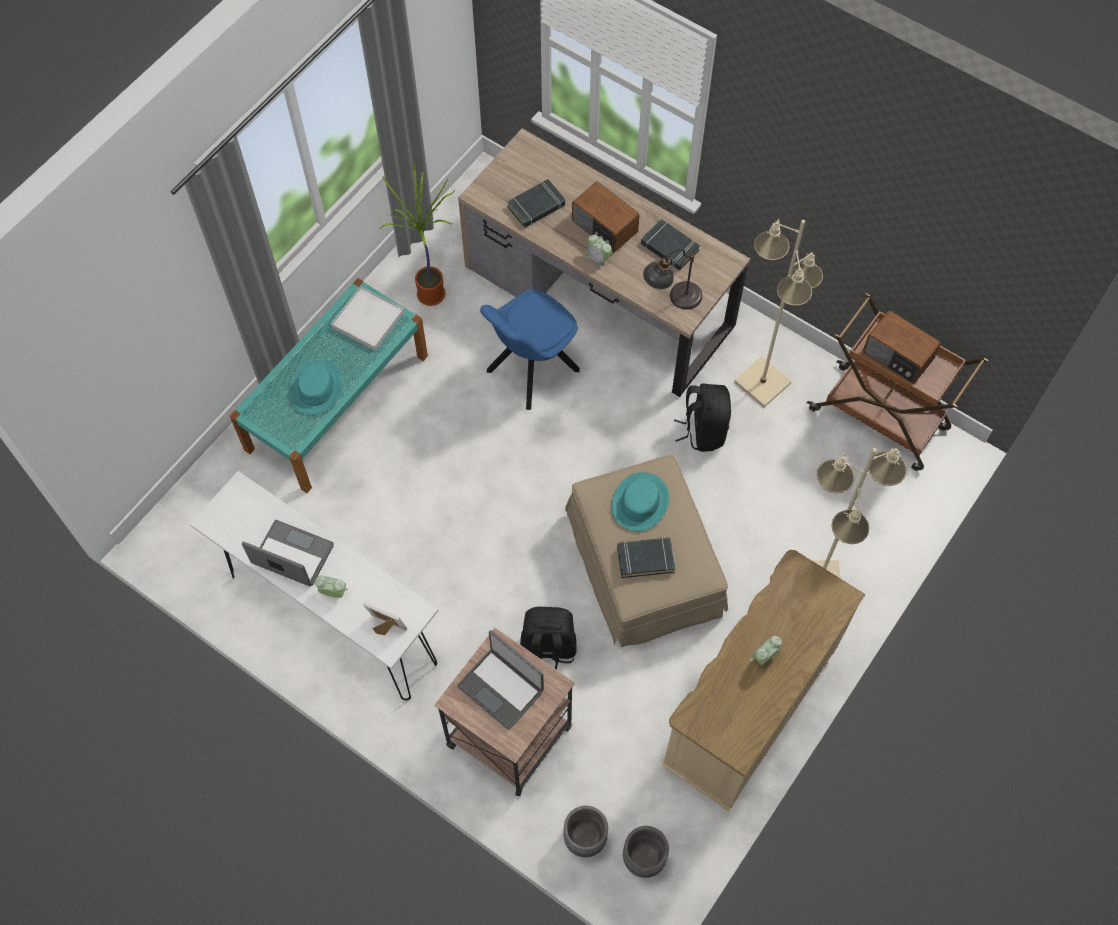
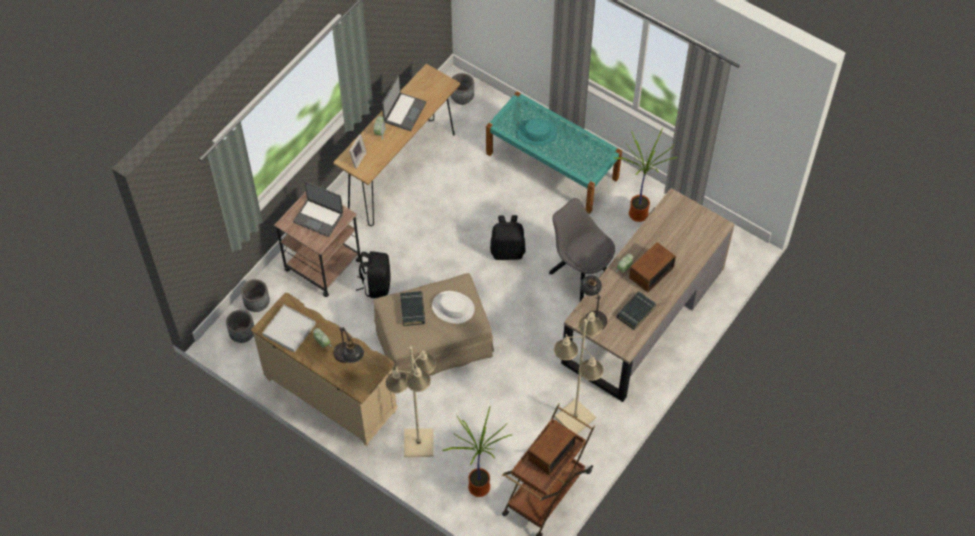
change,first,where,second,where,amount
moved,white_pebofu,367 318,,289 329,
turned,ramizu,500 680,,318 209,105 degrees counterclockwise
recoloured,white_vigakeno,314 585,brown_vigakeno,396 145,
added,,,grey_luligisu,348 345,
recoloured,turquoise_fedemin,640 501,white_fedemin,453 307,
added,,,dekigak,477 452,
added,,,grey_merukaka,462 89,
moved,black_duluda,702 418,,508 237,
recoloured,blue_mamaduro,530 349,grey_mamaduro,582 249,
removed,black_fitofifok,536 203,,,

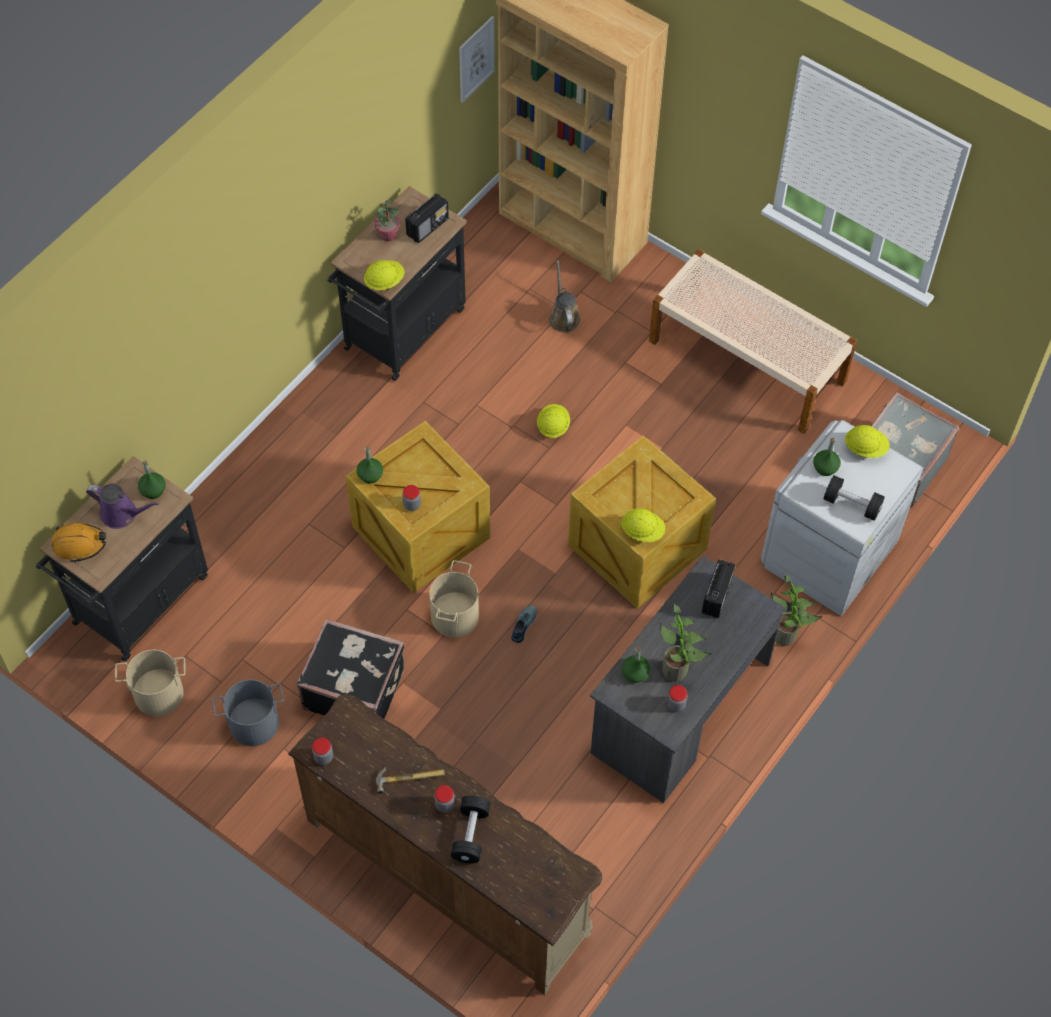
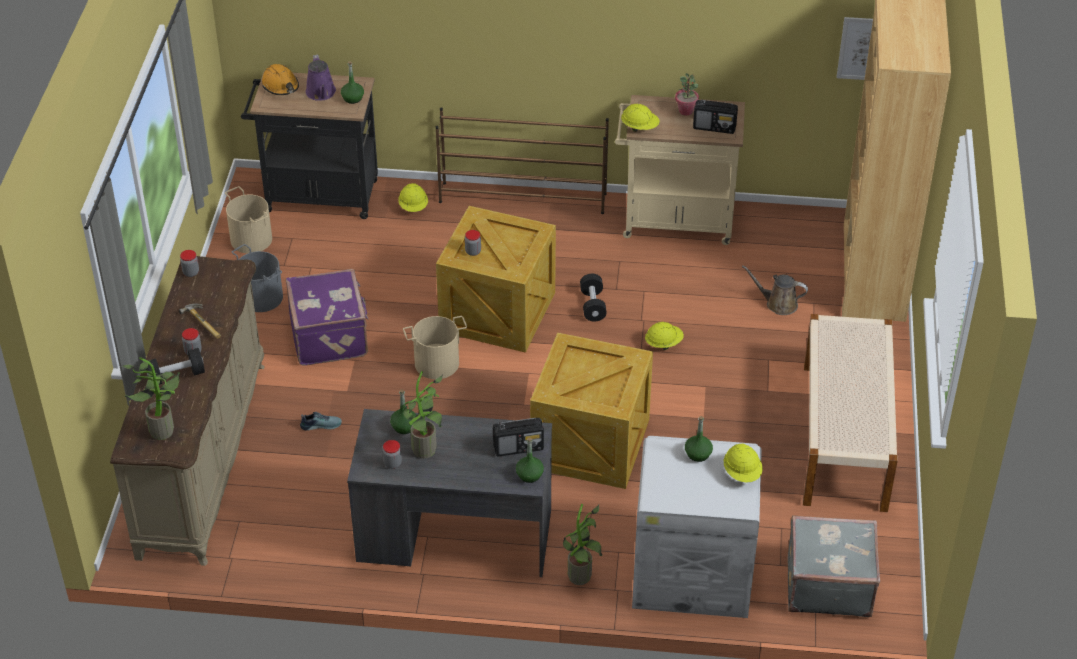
change,first,where,second,where,amount
added,,,dekigak,150 398,
recoloured,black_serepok,351 668,purple_serepok,327 317,
moved,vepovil,524 624,,321 421,
moved,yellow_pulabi,643 525,,413 197,
added,,,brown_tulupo,522 160,
moved,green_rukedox,369 465,,530 460,
moved,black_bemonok,854 498,,593 298,
recoloured,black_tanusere,397 283,beige_tanusere,680 170,
turned,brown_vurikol,564 296,,775 290,120 degrees counterclockwise

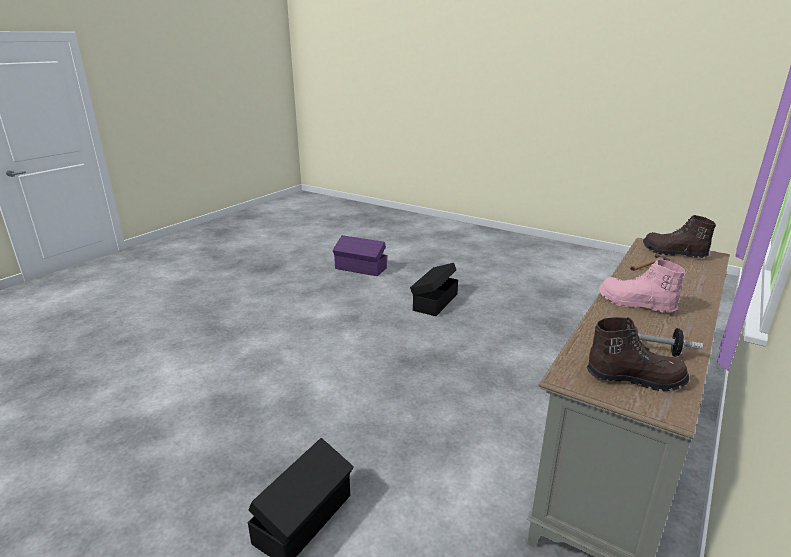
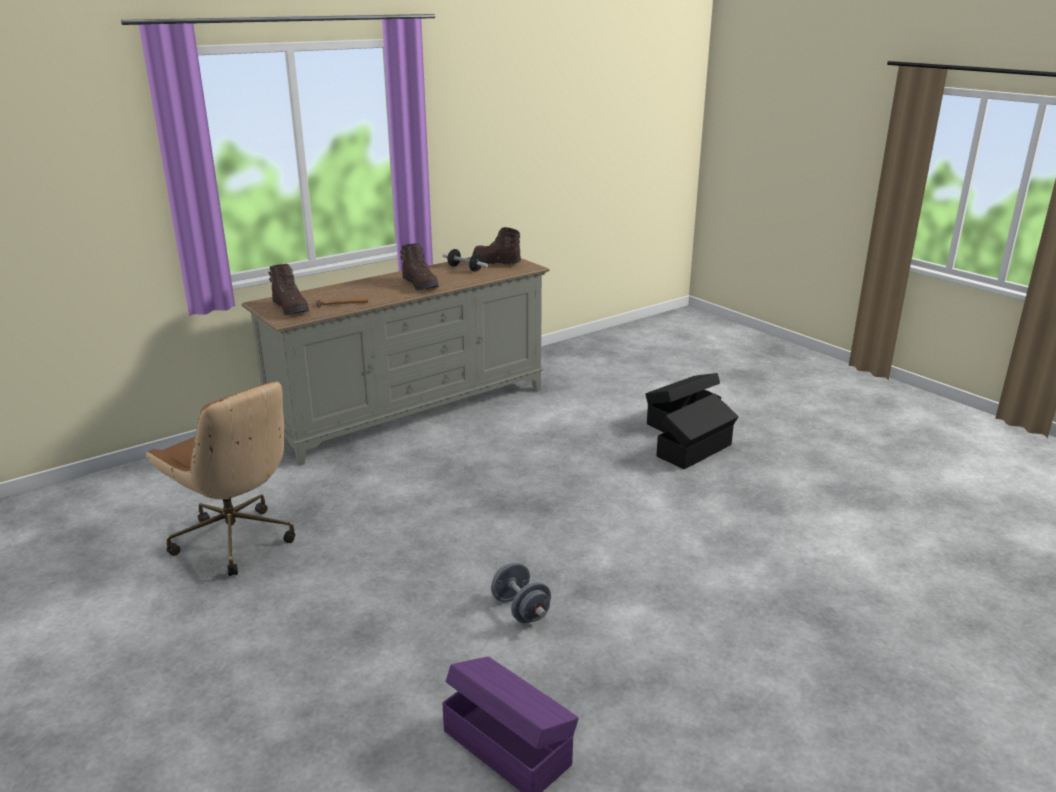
change,first,where,second,where,amount
added,,,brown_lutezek,220 479,
recoloured,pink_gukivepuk,642 285,brown_gukivepuk,419 267,
added,,,grey_bemonok,521 592,
moved,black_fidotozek,434 289,,697 431,

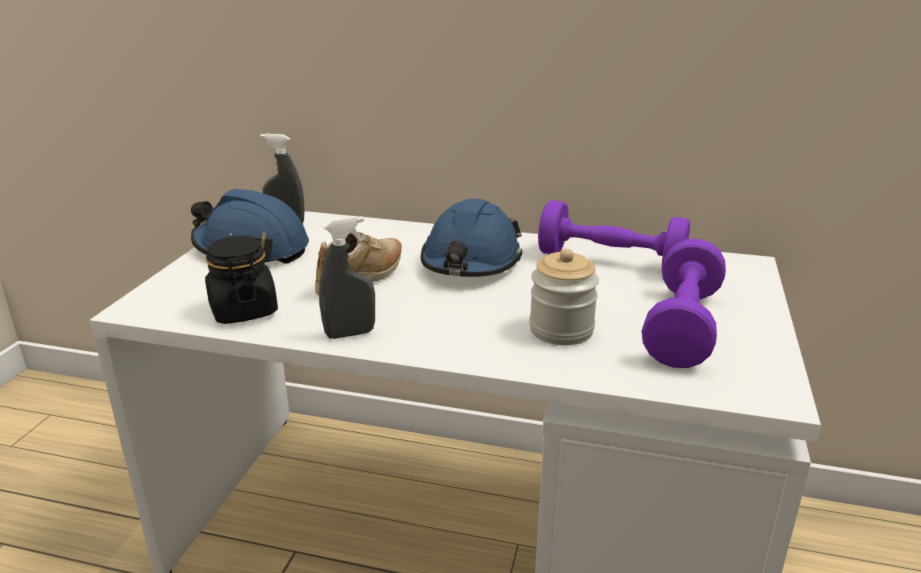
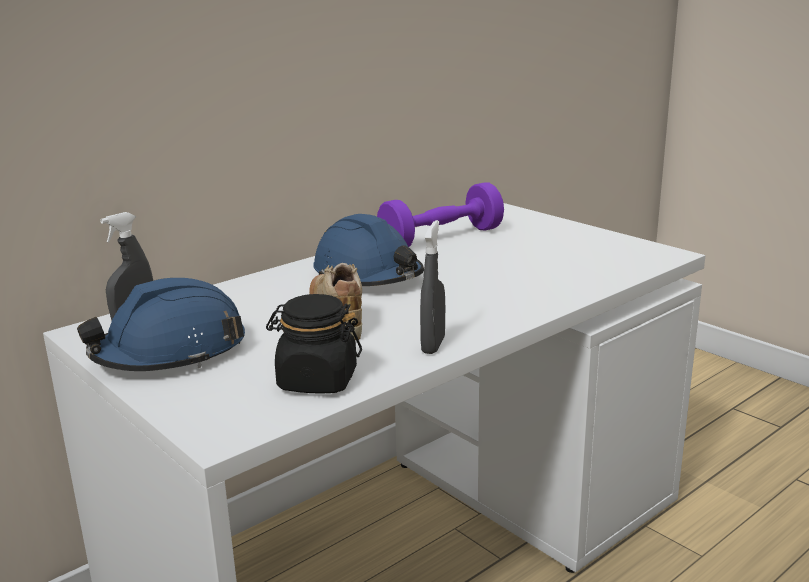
change,first,where,second,where,amount
removed,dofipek,564 297,,,
removed,purple_bemonok,684 303,,,

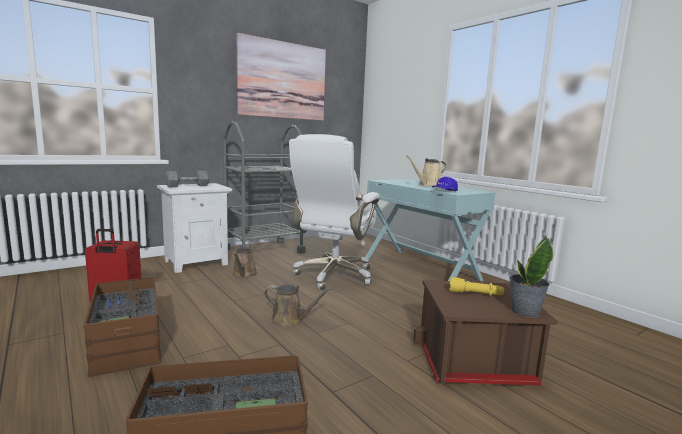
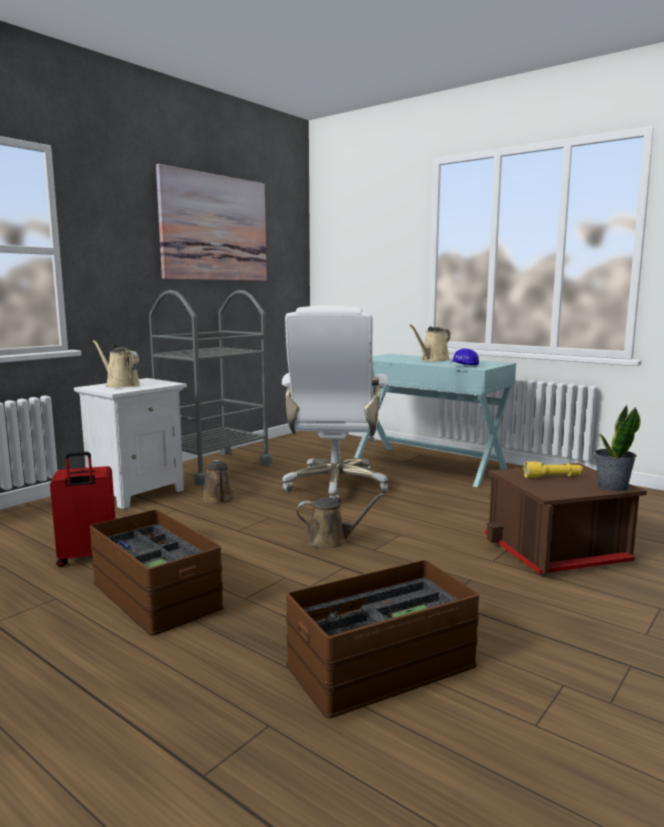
change,first,where,second,where,amount
replaced,grey_bemonok,187 179,beige_vurikol,116 364,

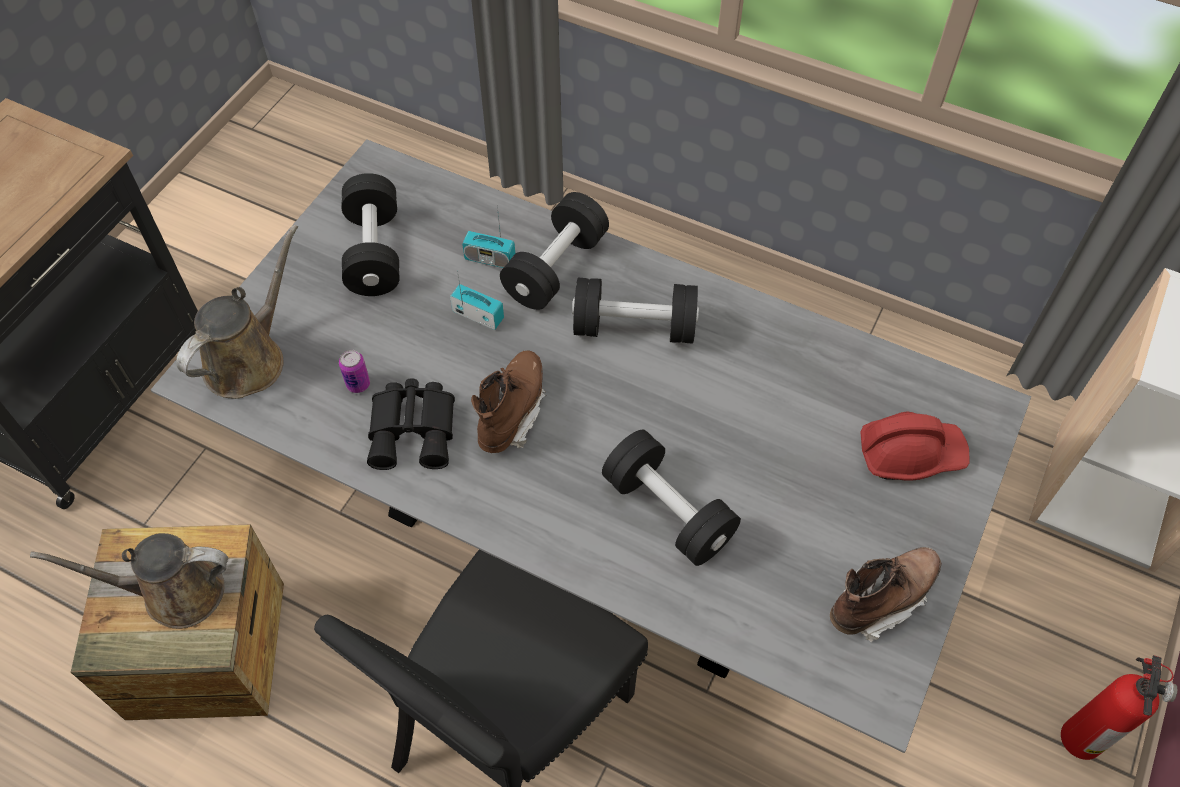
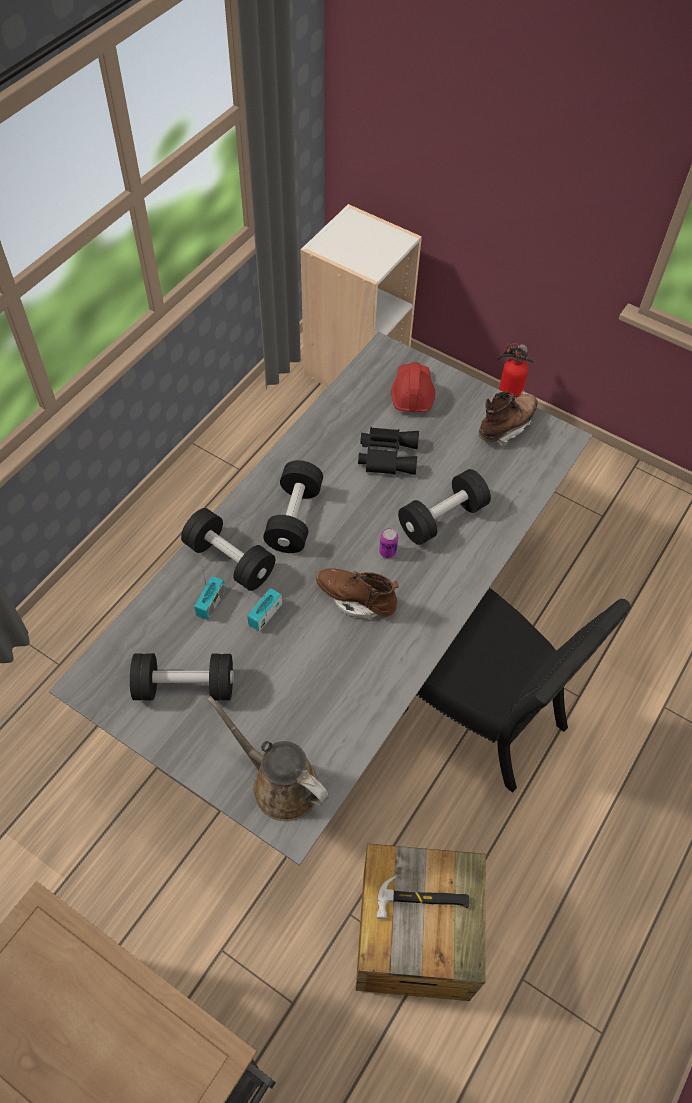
change,first,where,second,where,amount
moved,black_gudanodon,411 424,,388 451,
replaced,brown_vurikol,129 581,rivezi,423 897,
moved,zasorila,354 371,,388 543,
turned,brown_gukivepuk,886 595,,508 419,75 degrees clockwise

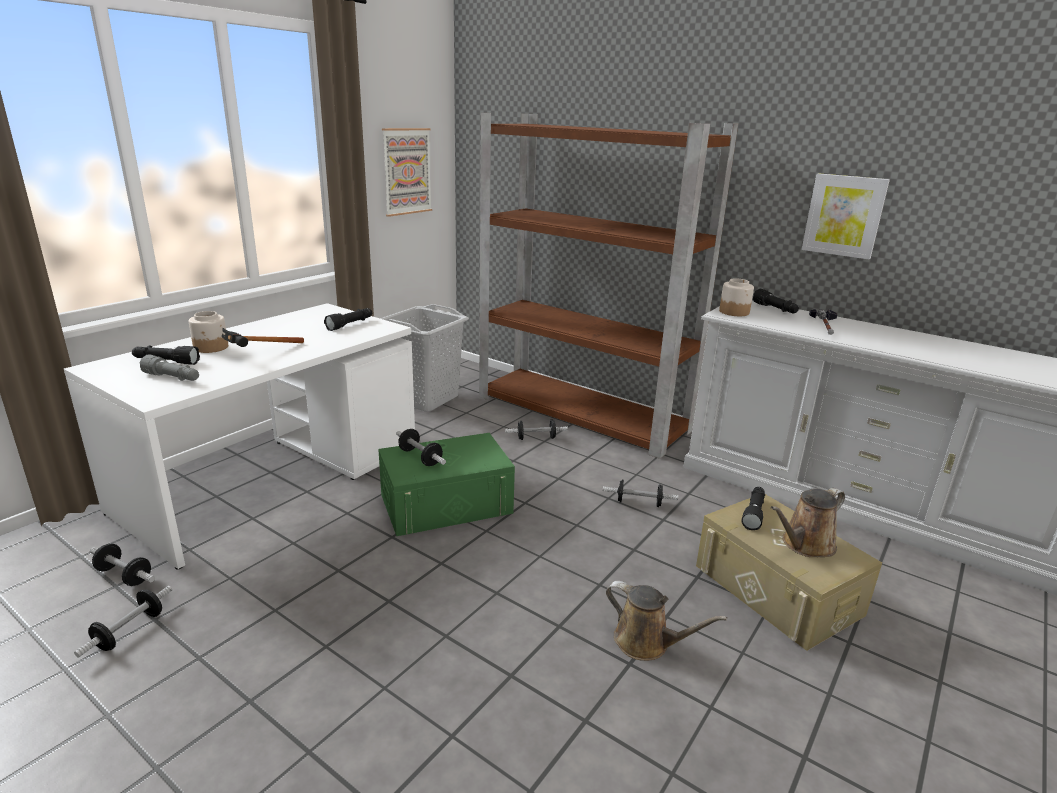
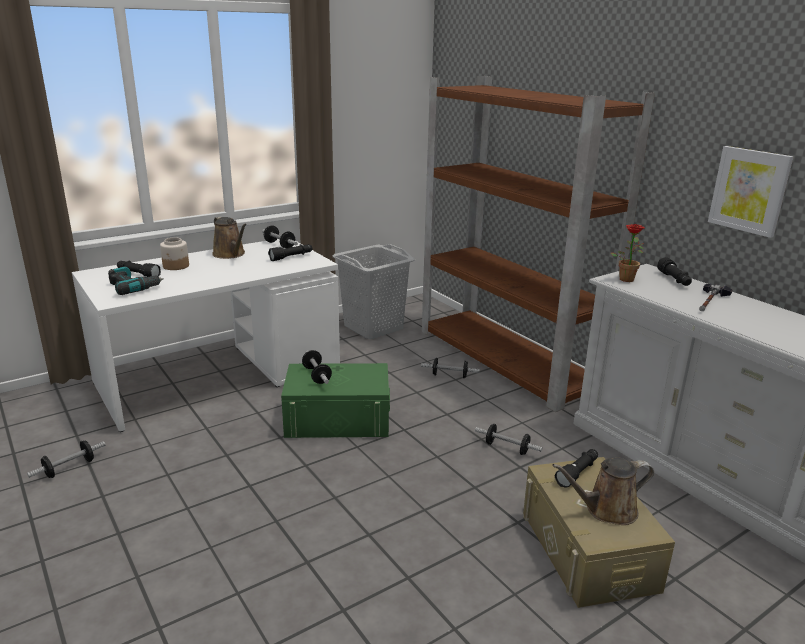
change,first,where,second,where,amount
replaced,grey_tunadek,169 368,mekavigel,136 281,
moved,brown_vurikol,666 621,,229 237,
moved,bemonok,122 565,,280 236,
replaced,dofipek,736 297,dekigak,628 253,
removed,rivezi,263 337,,,
removed,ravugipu,407 172,,,

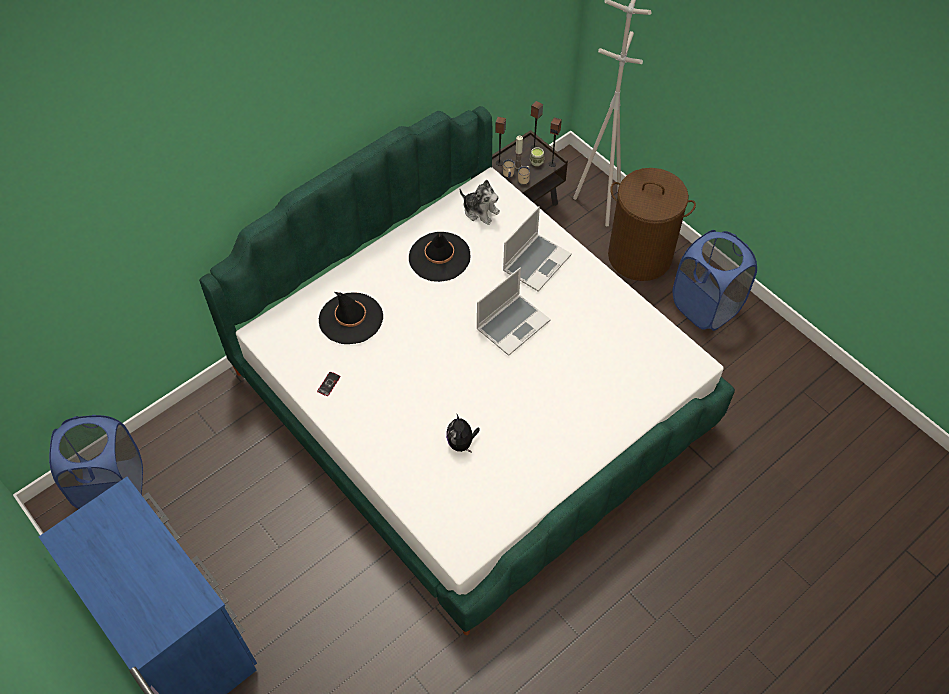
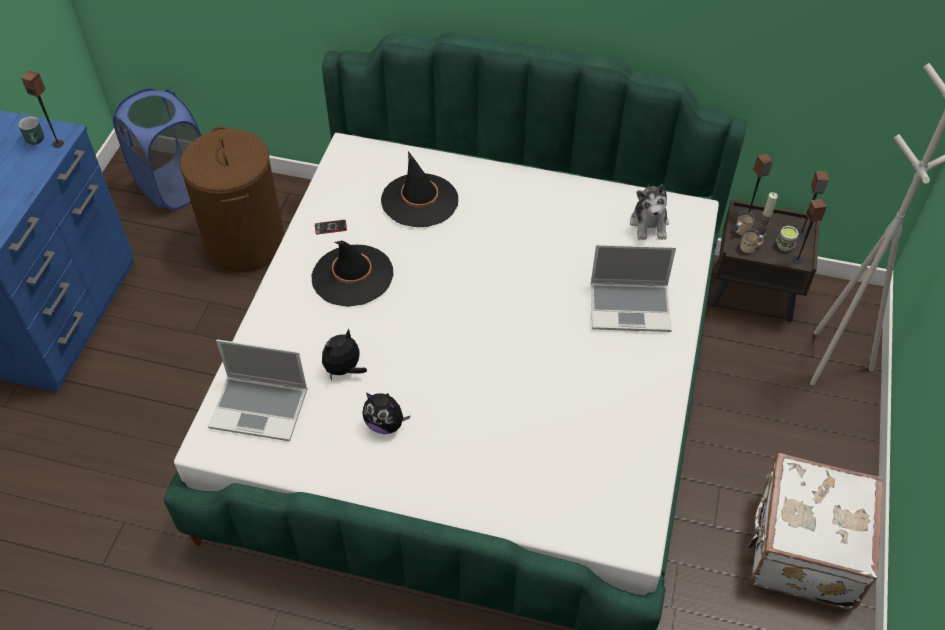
change,first,where,second,where,amount
added,,,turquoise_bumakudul,31 131,
added,,,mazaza,42 109,
moved,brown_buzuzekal,652 224,,232 199,
moved,ramizu,513 312,,258 390,
moved,black_fedemin,439 257,,353 273,
added,,,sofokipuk,386 413,
replaced,blue_buzuzekal,714 280,white_serepok,815 531,

